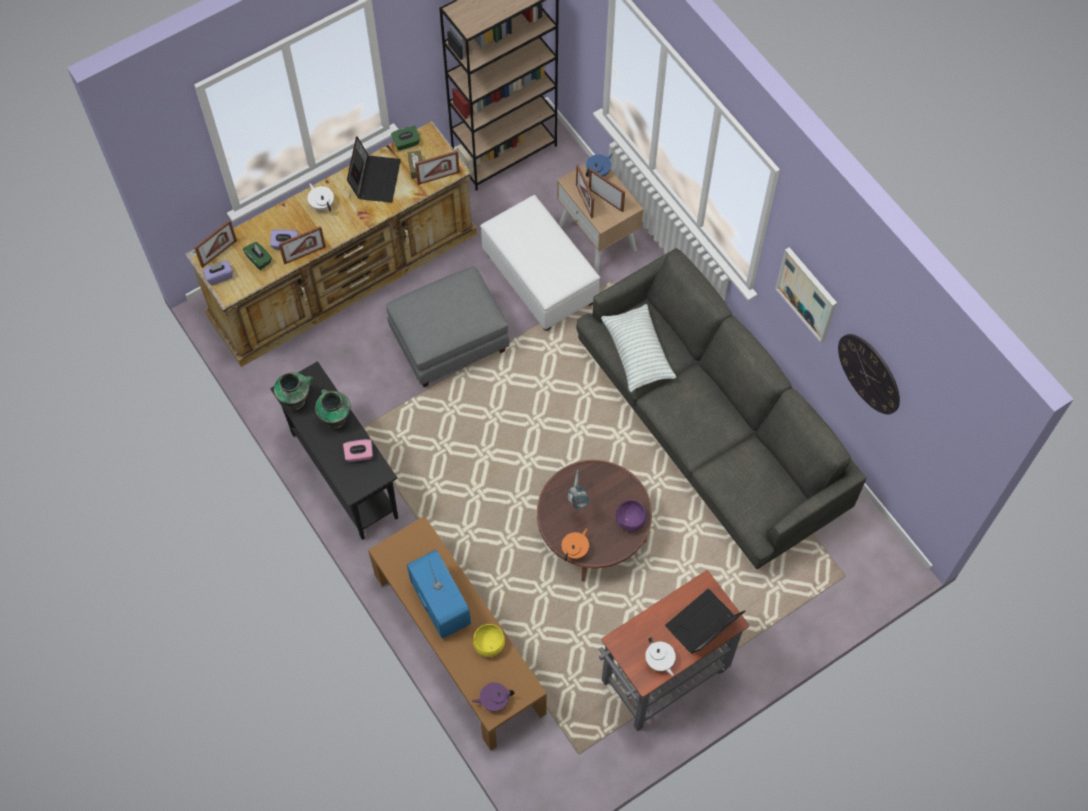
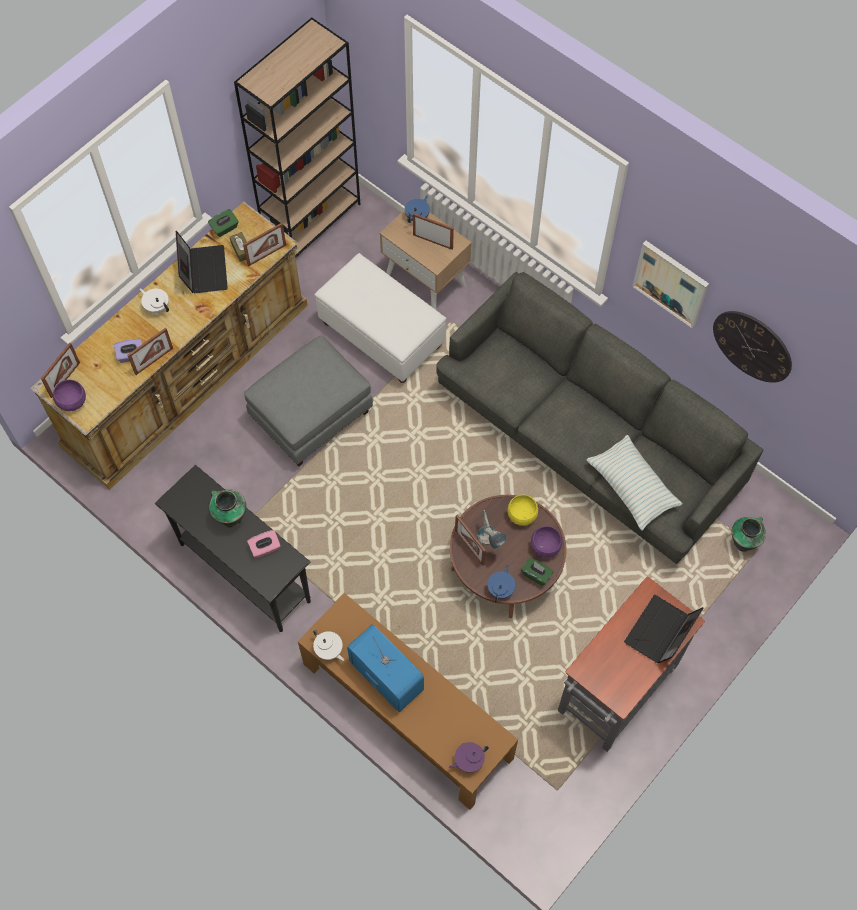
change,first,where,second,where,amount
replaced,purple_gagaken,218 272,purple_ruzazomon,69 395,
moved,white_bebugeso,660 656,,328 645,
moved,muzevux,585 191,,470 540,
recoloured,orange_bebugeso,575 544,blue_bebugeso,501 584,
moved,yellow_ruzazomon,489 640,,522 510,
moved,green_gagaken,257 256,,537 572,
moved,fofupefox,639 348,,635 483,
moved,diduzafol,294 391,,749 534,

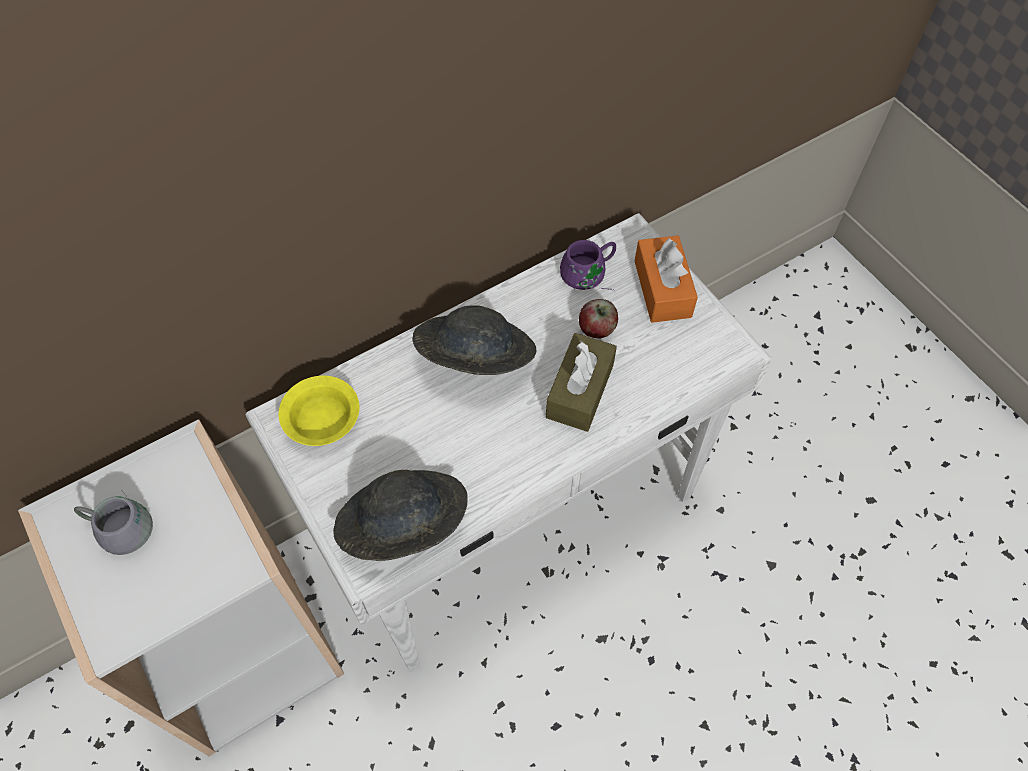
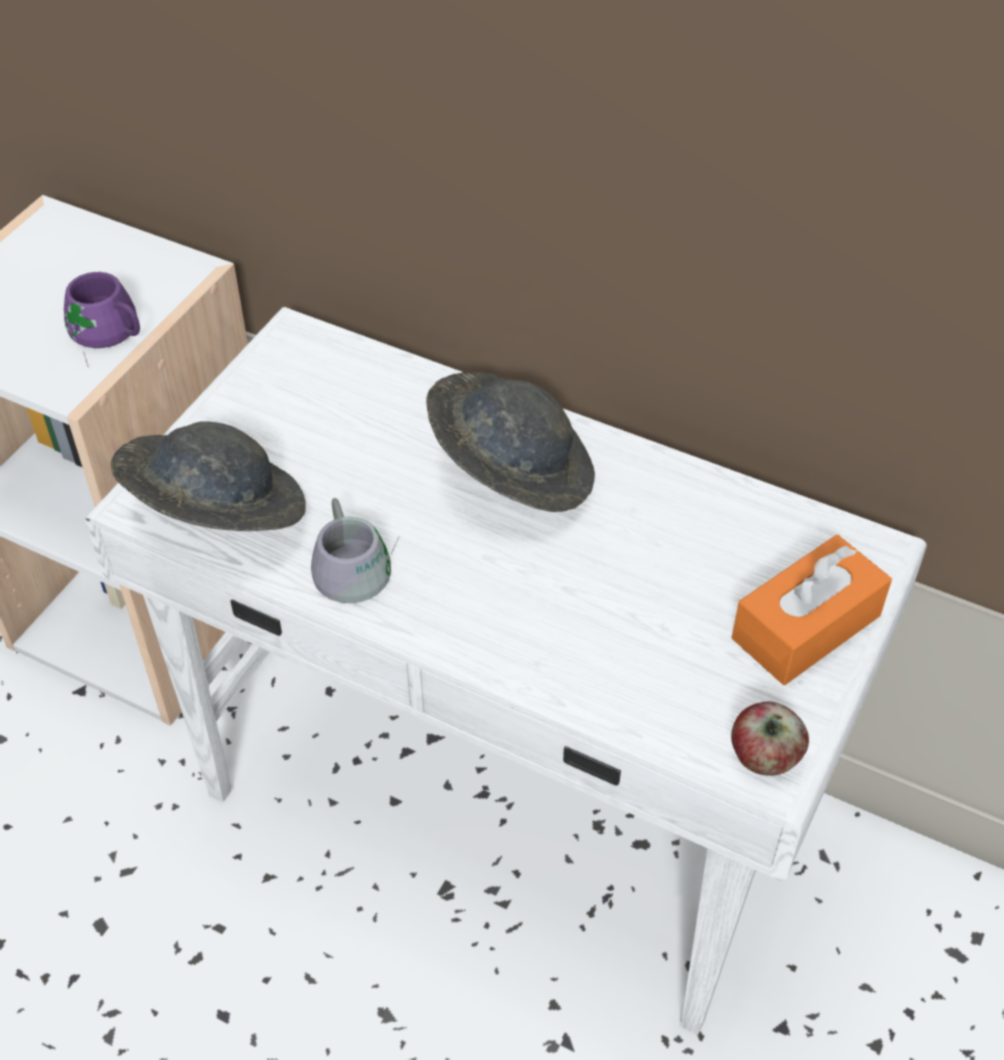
change,first,where,second,where,amount
moved,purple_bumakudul,588 265,,102 319,
moved,grey_bumakudul,113 522,,355 550,
moved,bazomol,598 319,,770 739,
removed,yellow_ruzazomon,319 411,,,
removed,brown_gagaken,581 382,,,

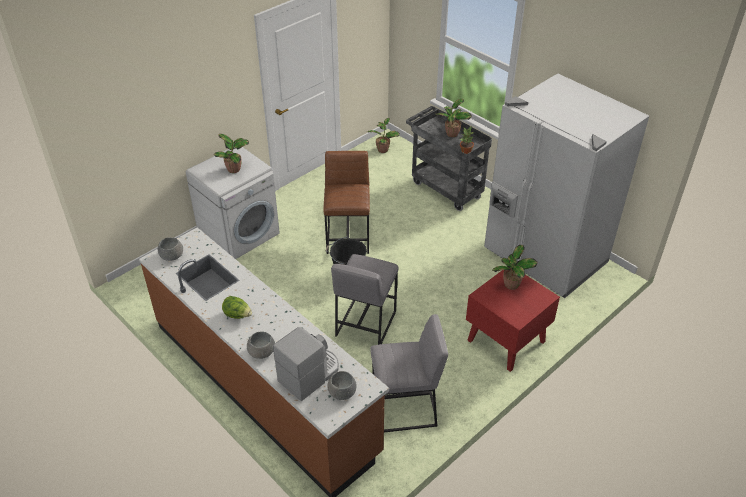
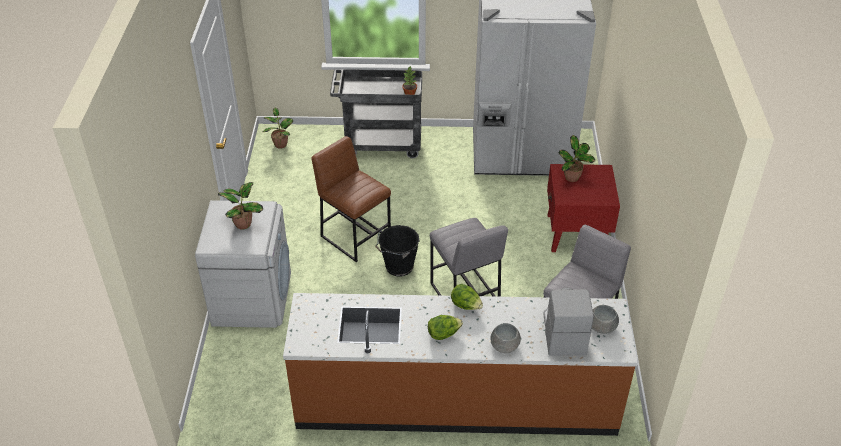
change,first,where,second,where,amount
added,,,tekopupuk,467 297,
removed,grey_ruzazomon,170 249,,,
removed,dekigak,453 118,,,

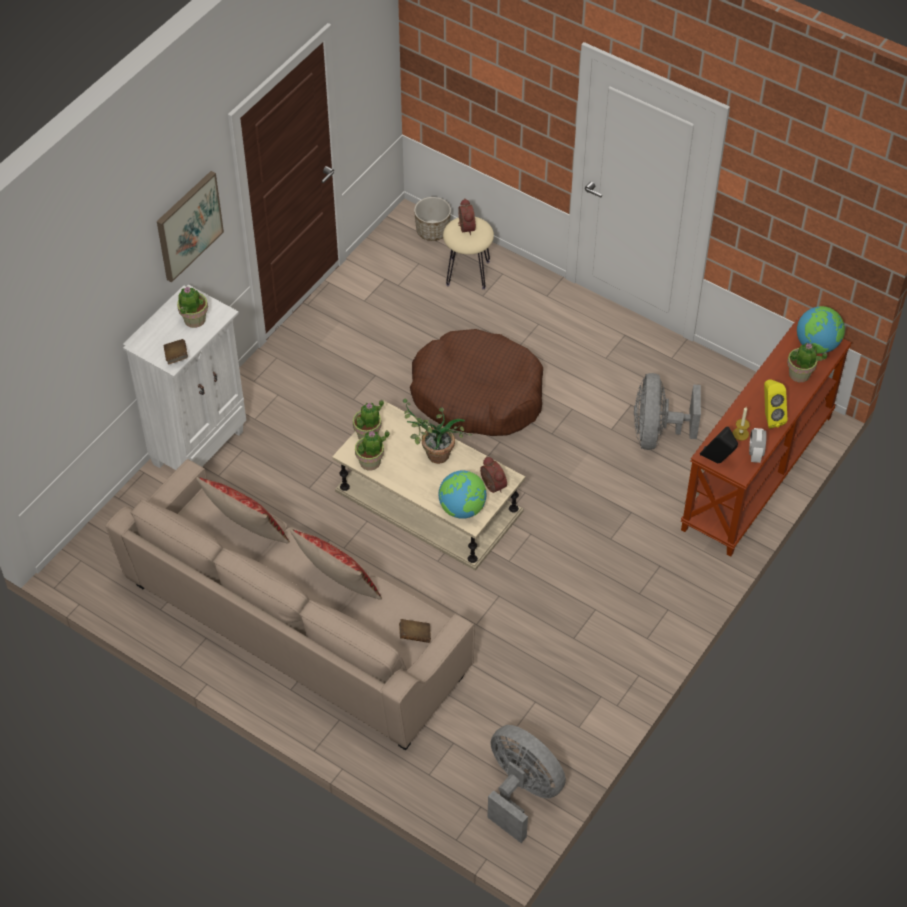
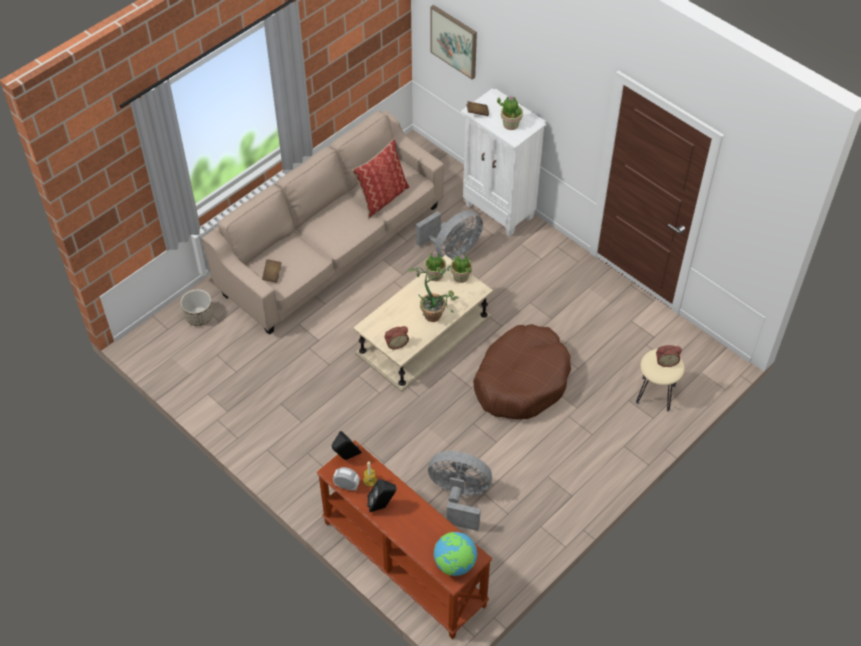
change,first,where,second,where,amount
moved,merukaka,432 219,,196 307,
recoloured,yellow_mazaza,775 404,black_mazaza,381 495,
moved,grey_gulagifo,526 784,,449 235,
moved,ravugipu,190 226,,453 42,
removed,fofupefox,336 564,,,
removed,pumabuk,462 495,,,
removed,dekigak,807 362,,,

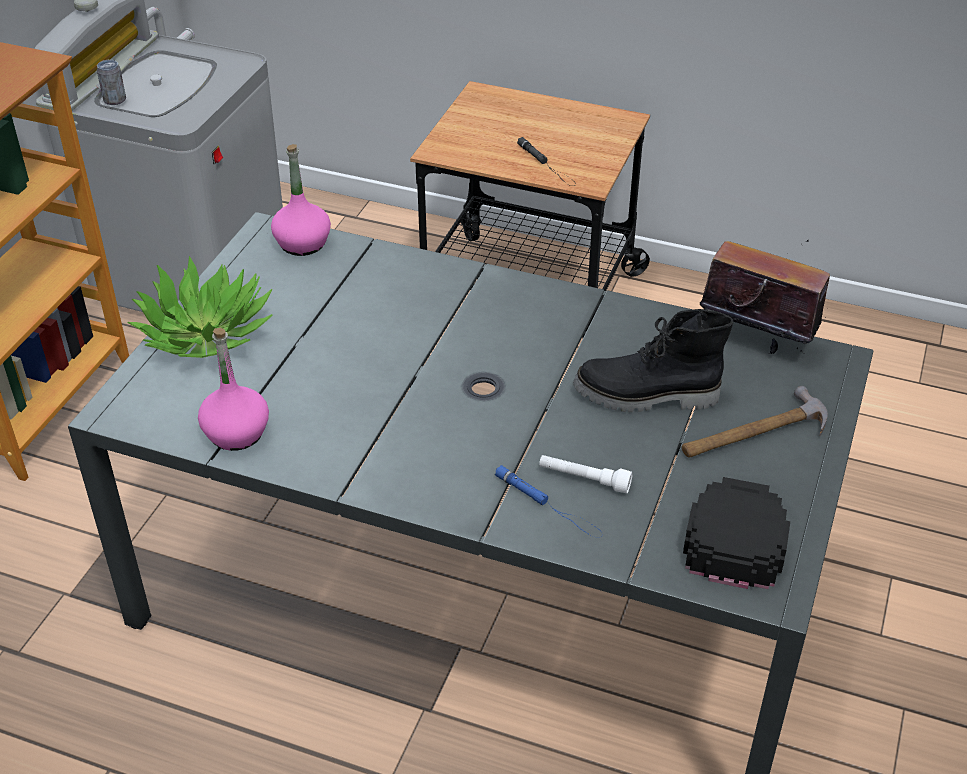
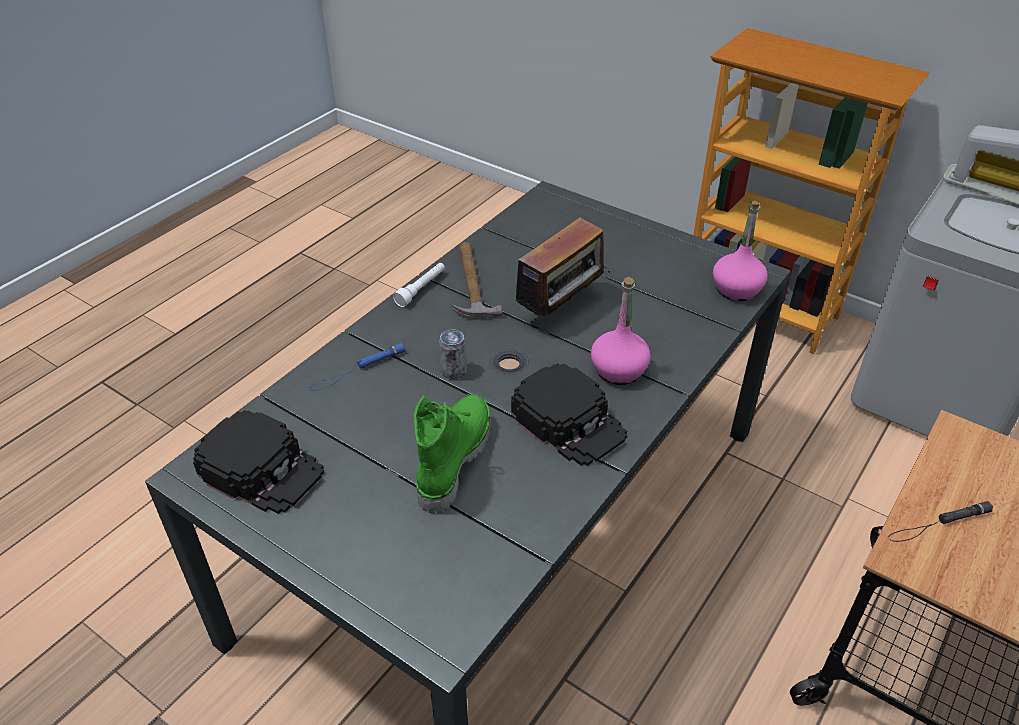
change,first,where,second,where,amount
moved,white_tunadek,586 474,,419 285,
recoloured,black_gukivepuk,653 360,green_gukivepuk,452 454,
moved,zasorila,111 82,,453 354,
moved,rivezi,755 422,,477 281,
moved,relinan,765 297,,558 269,
added,,,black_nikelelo,569 414,
moved,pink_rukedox,233 389,,621 331,
removed,dekigak,200 307,,,

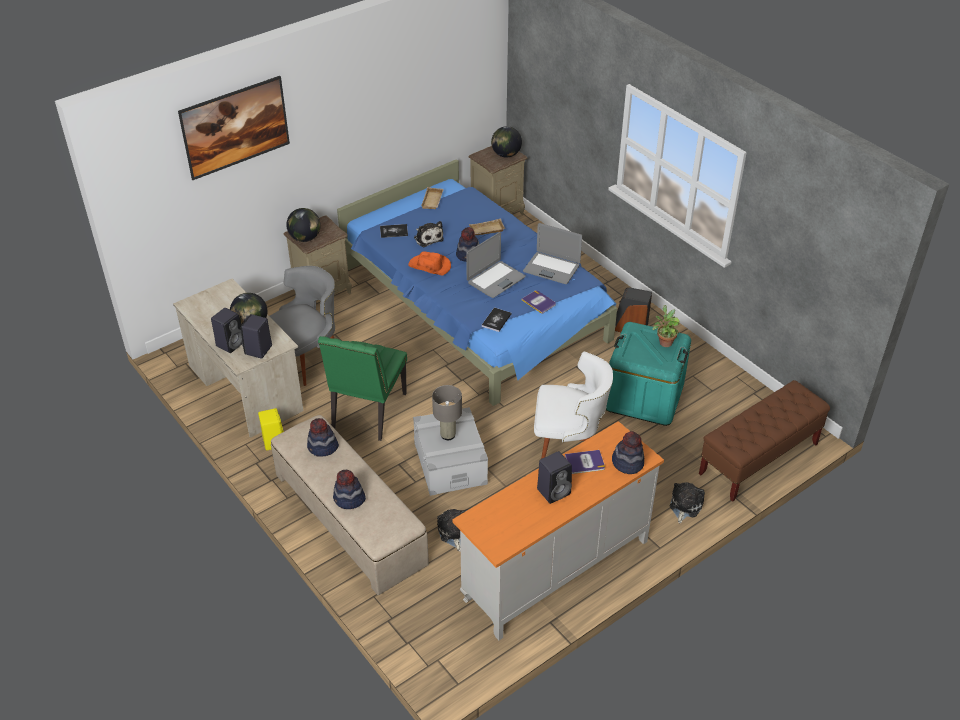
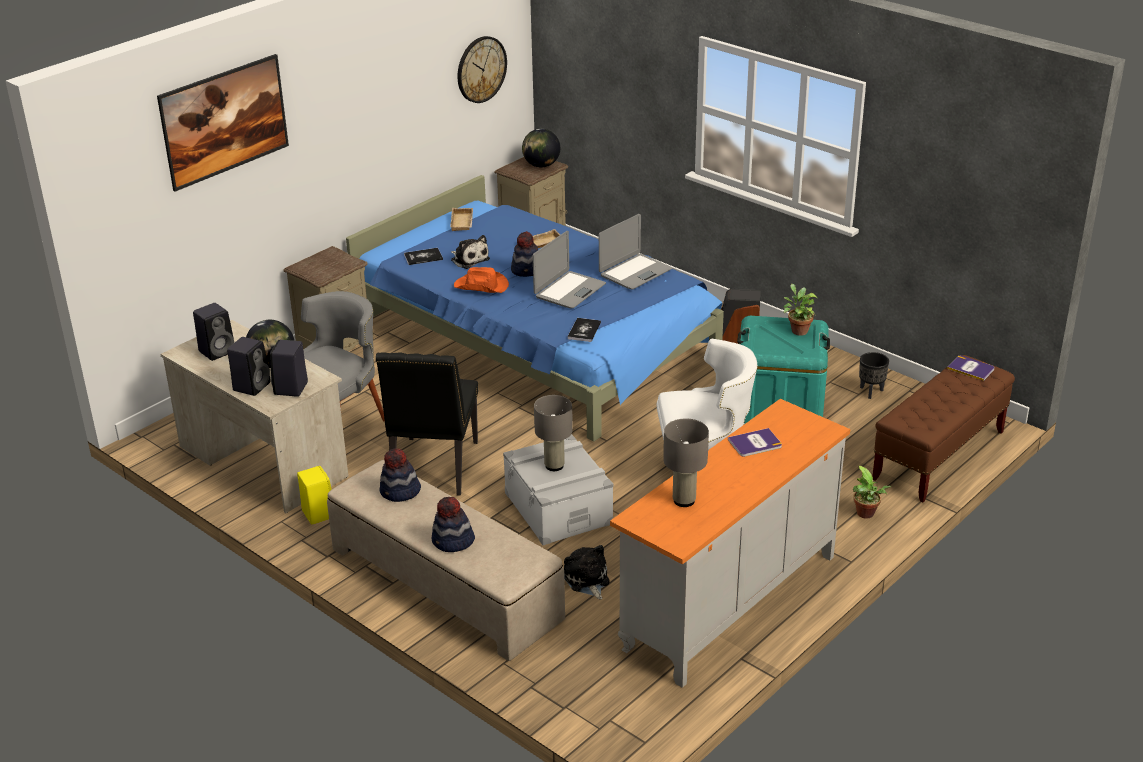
change,first,where,second,where,amount
moved,black_mazaza,554 477,,213 332,
recoloured,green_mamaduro,362 388,black_mamaduro,427 424,
added,,,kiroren,482 69,
turned,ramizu,552 253,,635 251,60 degrees counterclockwise
added,,,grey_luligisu,686 462,
replaced,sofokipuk,687 502,dekigak,872 492,
added,,,black_merukaka,874 375,
moved,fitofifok,538 302,,971 368,
removed,pumabuk,303 225,,,
removed,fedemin,628 452,,,

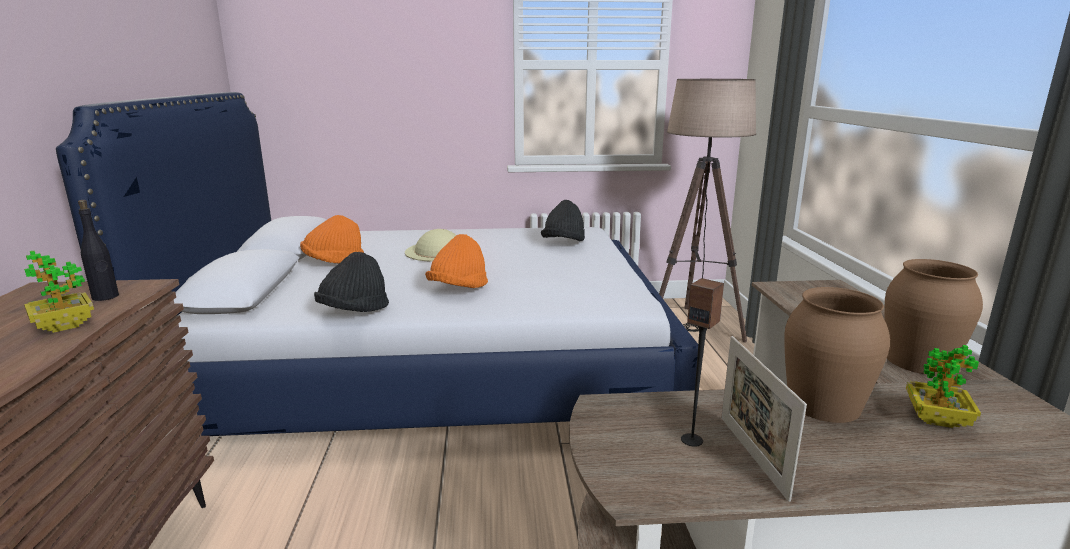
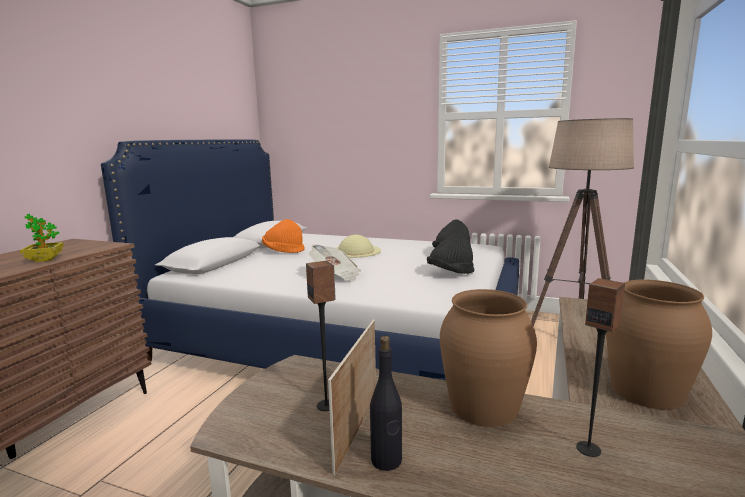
change,first,where,second,where,amount
replaced,orange_fedemin,456 261,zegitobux,335 263,
moved,black_rukedox,98 250,,386 403,
moved,black_fedemin,351 282,,450 253,
replaced,dekigak,943 386,mazaza,600 367,

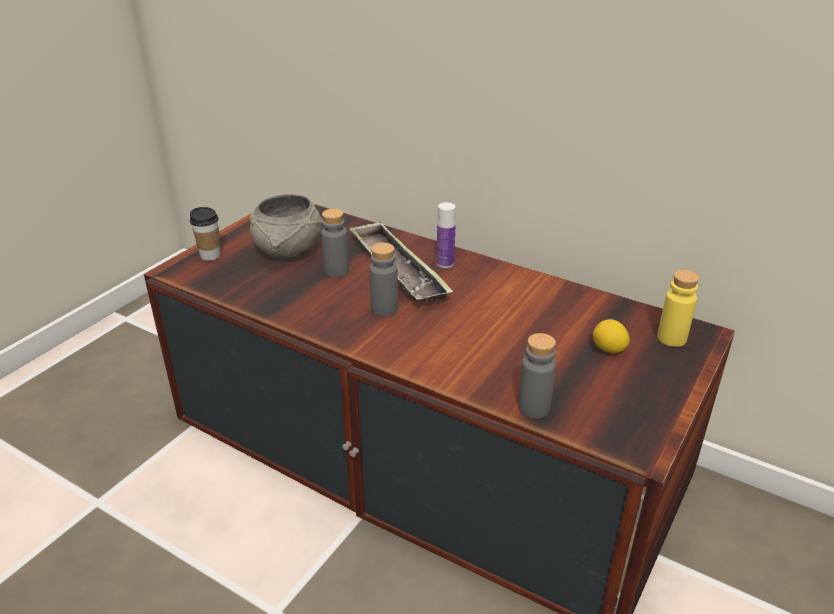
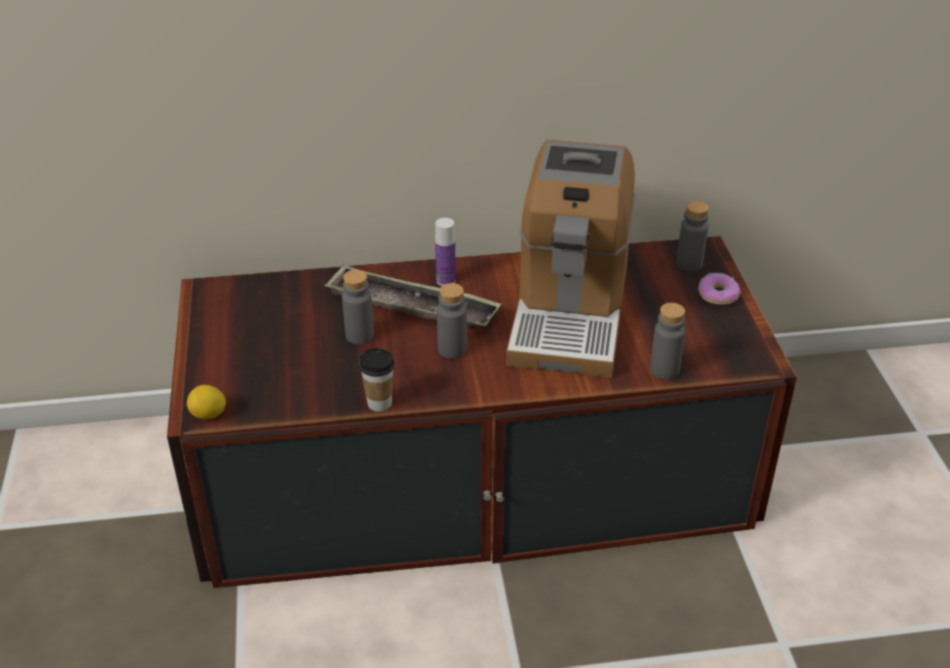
change,first,where,second,where,amount
moved,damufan,611 336,,206 402,
moved,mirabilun,205 234,,377 380,
added,,,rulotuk,570 259,
recoloured,yellow_rukedox,678 308,grey_rukedox,692 236,
added,,,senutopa,719 289,
removed,grey_ruzazomon,286 226,,,

